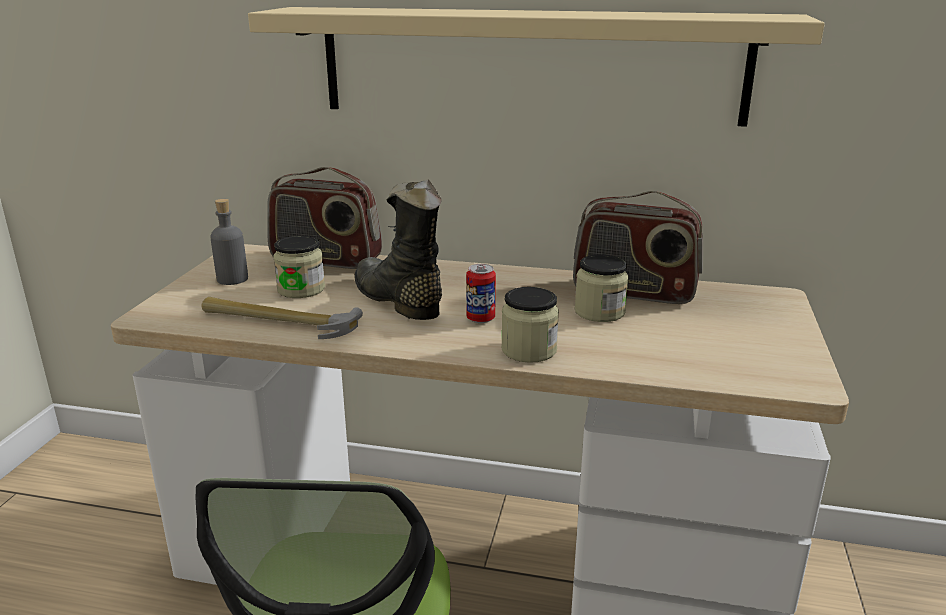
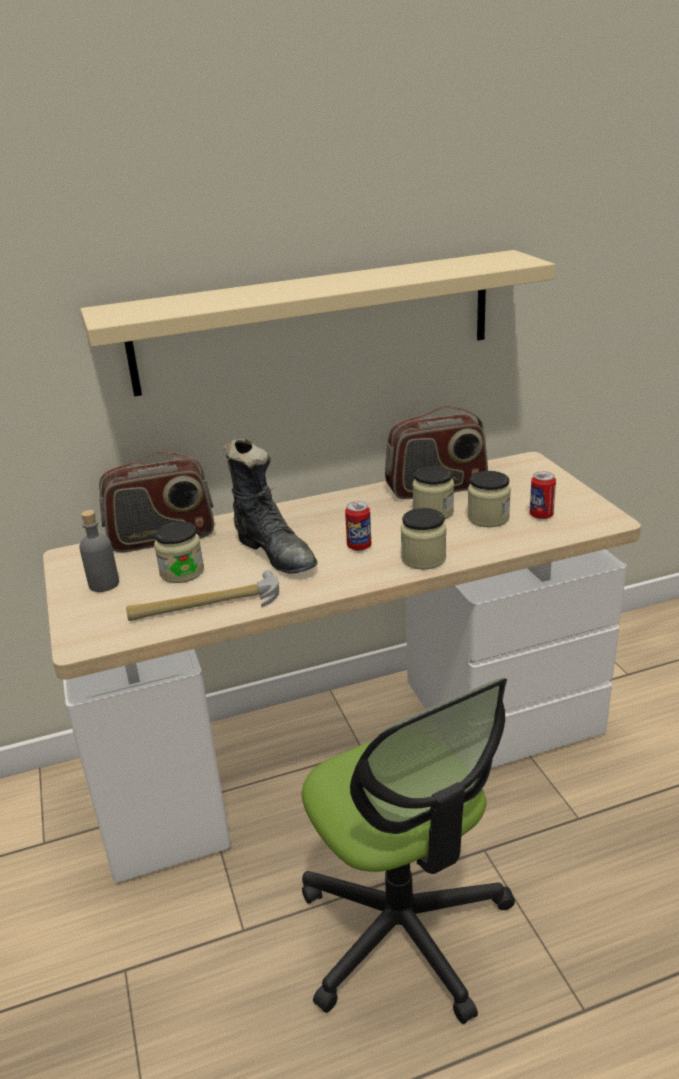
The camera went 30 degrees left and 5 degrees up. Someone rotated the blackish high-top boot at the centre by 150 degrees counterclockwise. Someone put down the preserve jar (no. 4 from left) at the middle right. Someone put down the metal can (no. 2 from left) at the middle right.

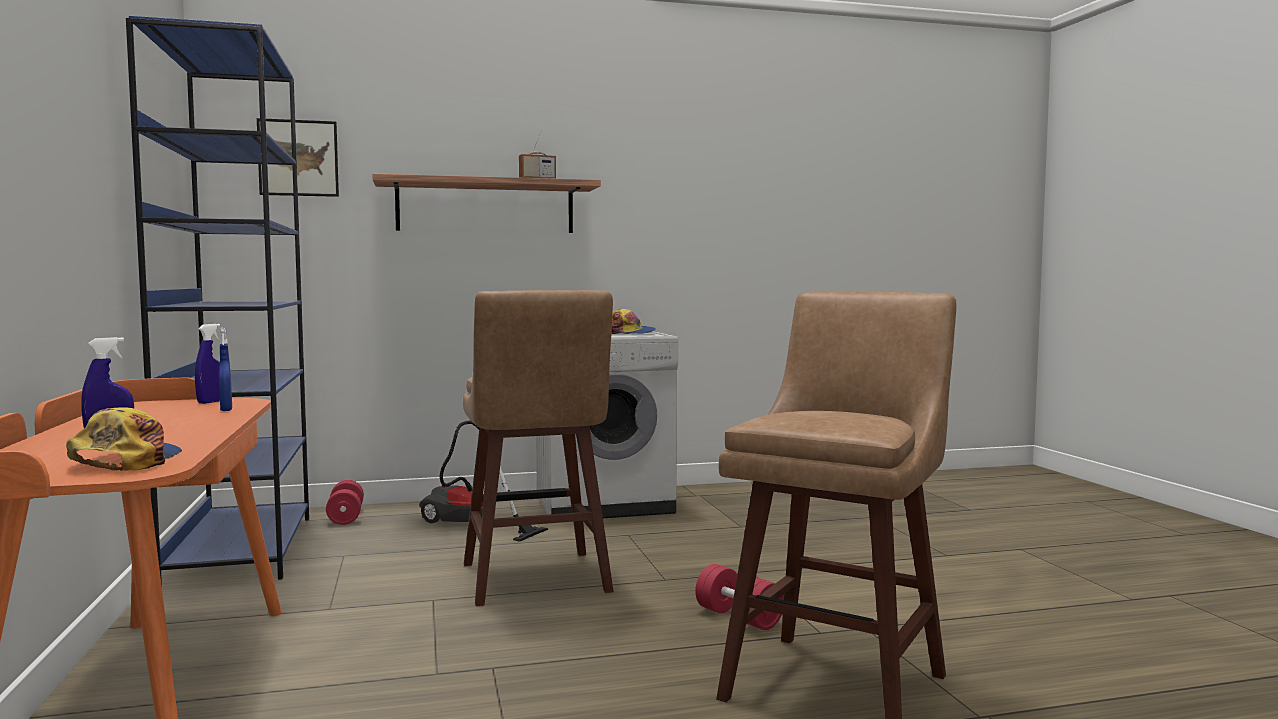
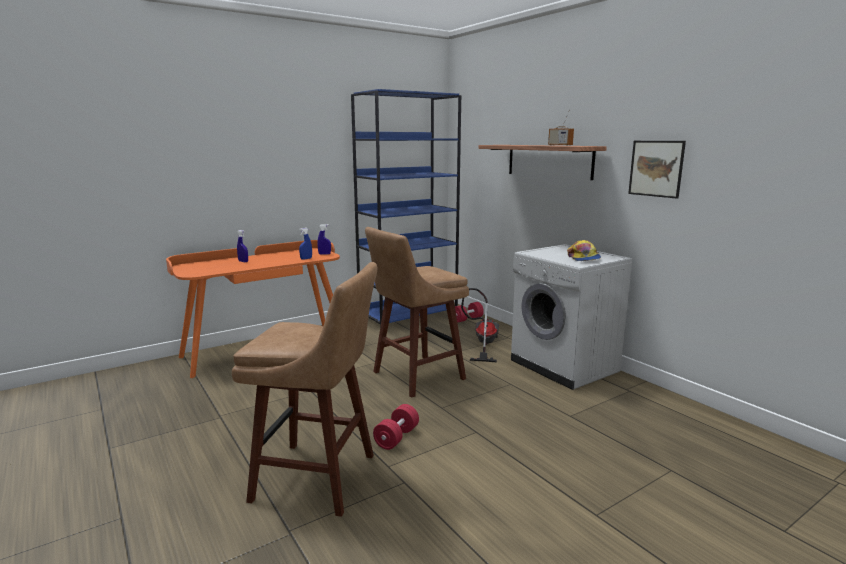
The camera went 70 degrees right and 10 degrees up. Someone carried the picture from the top left to the top right. Someone took away the peaked cap (no. 1 from left) at the middle left.

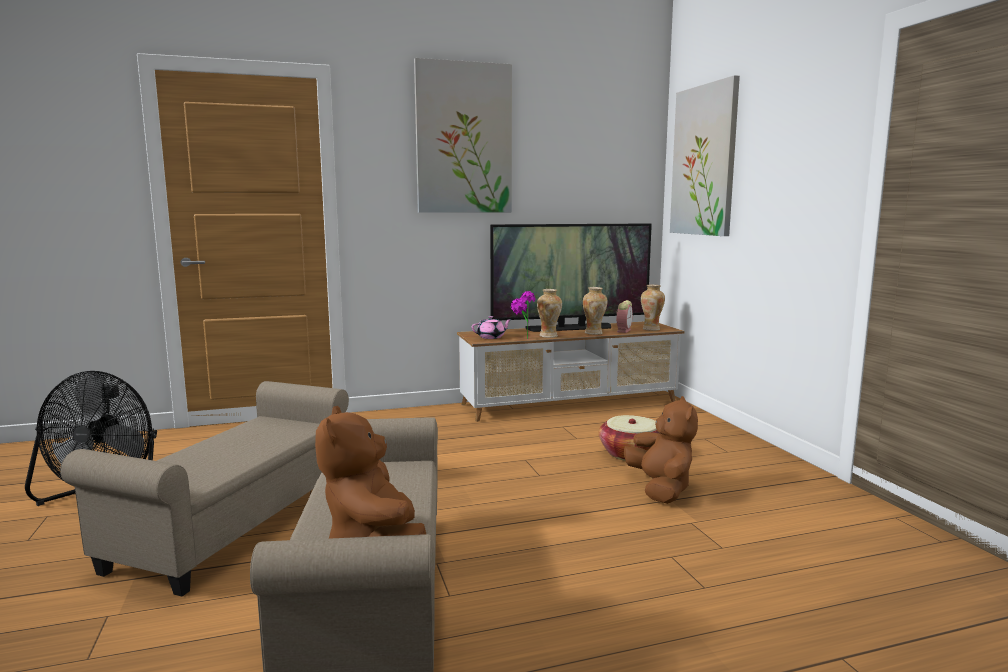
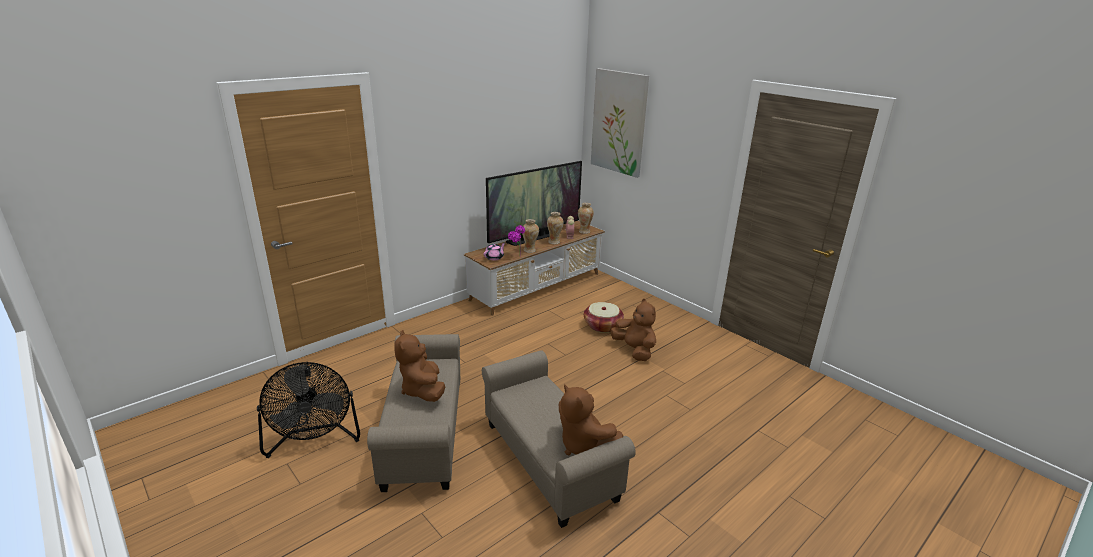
The camera went 25 degrees left and 15 degrees up. Someone put down the brown soft toy (no. 1 from left) at the centre. Someone took away the picture (no. 1 from left) at the top centre.

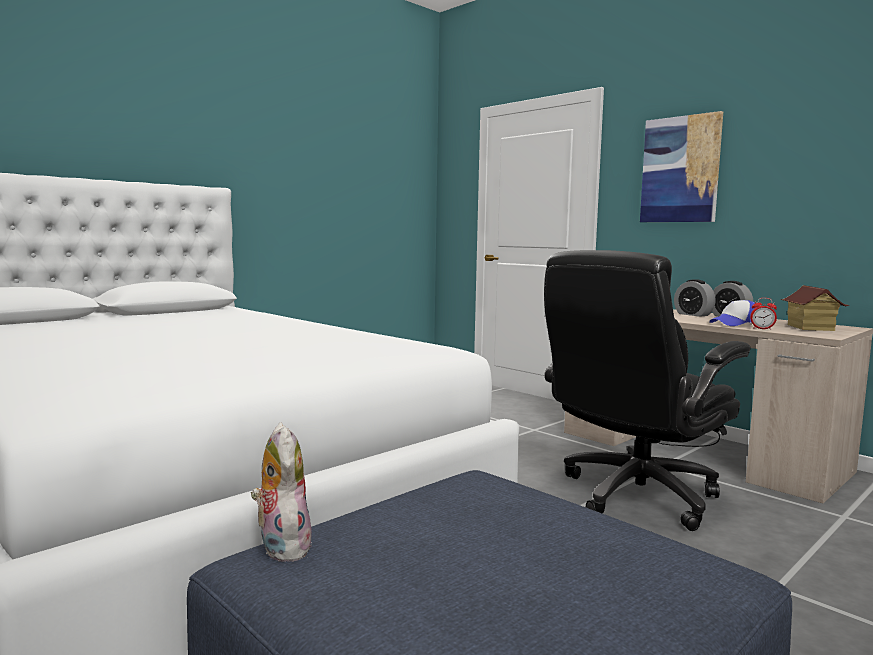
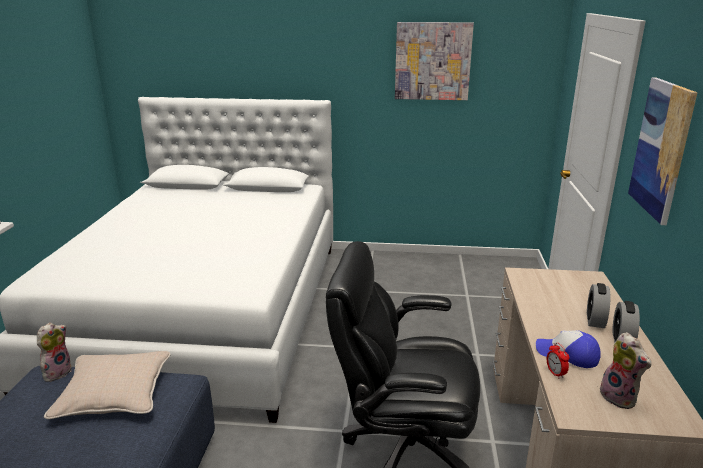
The camera went 50 degrees right and 15 degrees up. Someone put down the beige-coloured cushion at the bottom left. Someone put up the picture (no. 1 from left) at the top centre. Someone swapped the miniature house at the middle right for the soft toy (no. 2 from left) at the bottom right.

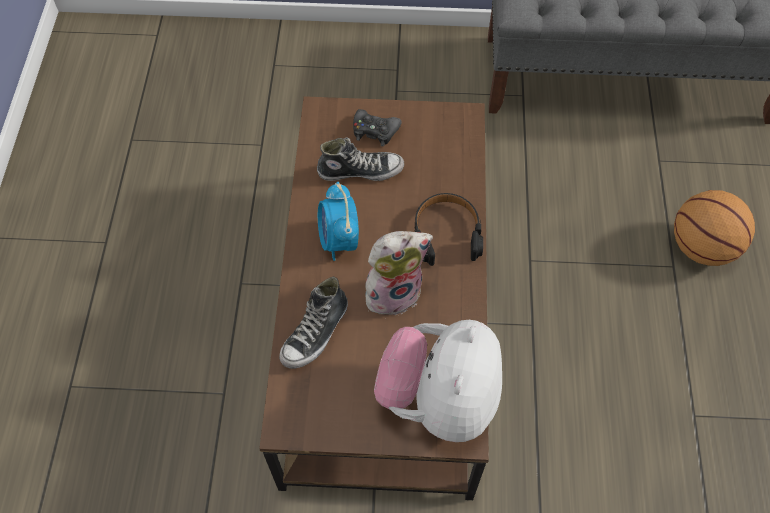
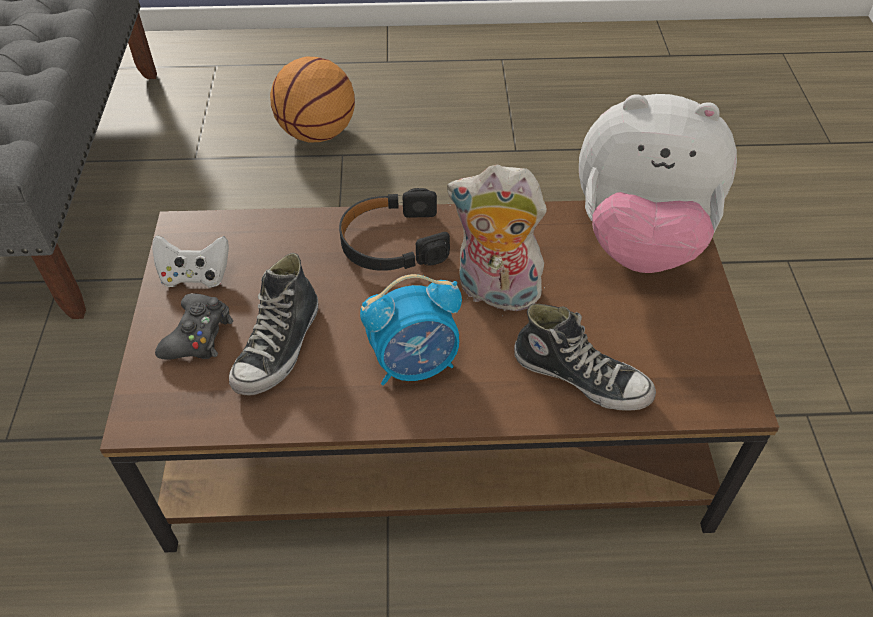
The camera went 95 degrees left and 10 degrees down. Someone put down the white-coloured gamepad at the middle left. Someone rotated the item of footwear (no. 2 from left in the first image) at the top centre by 150 degrees counterclockwise. Someone rotated the soft toy (no. 1 from left) at the centre by 45 degrees counterclockwise.

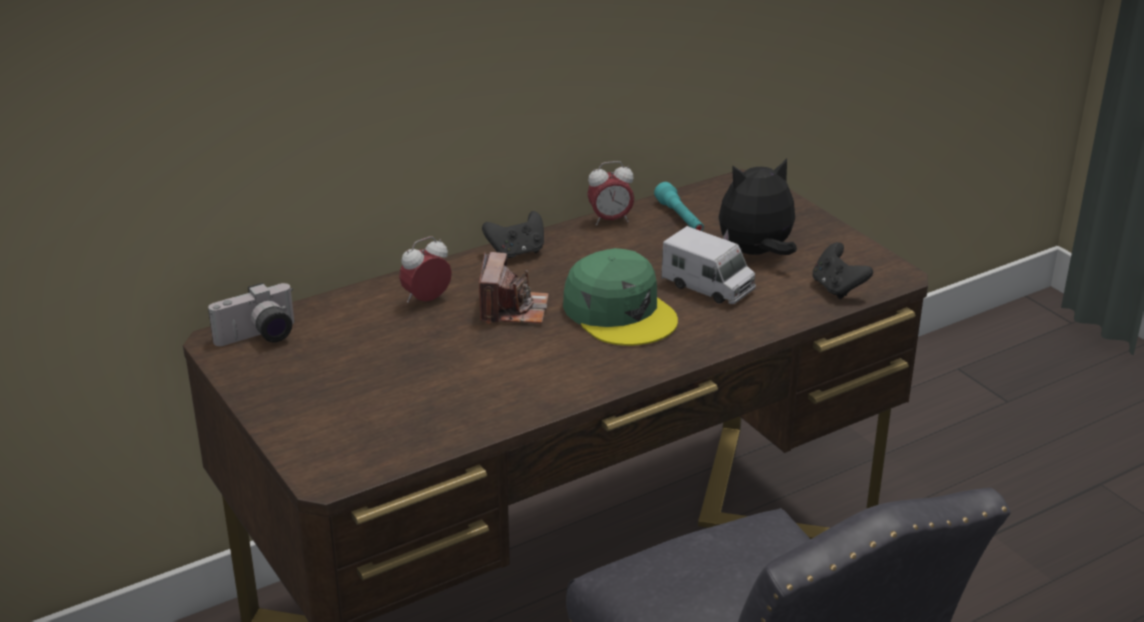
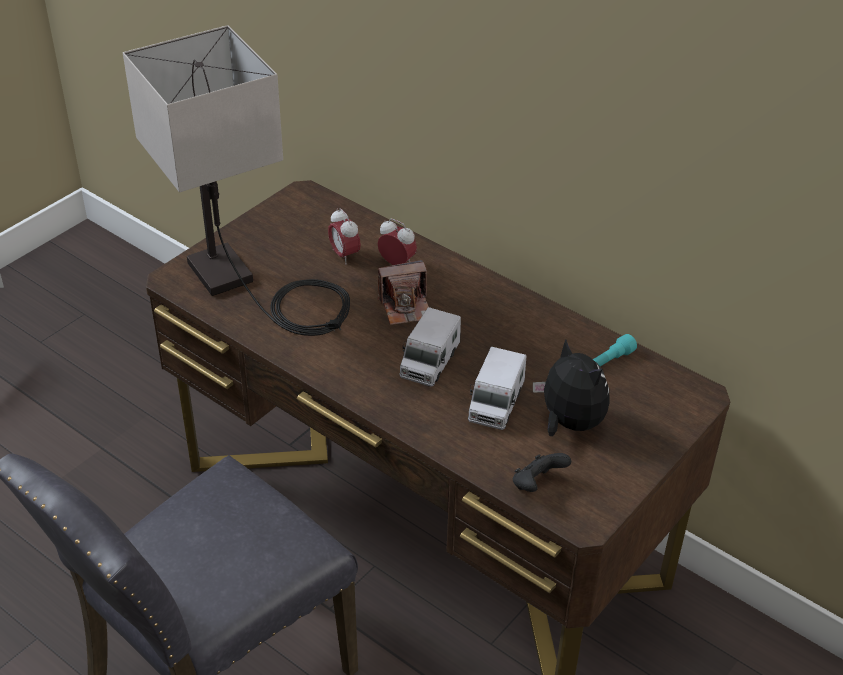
The camera went 70 degrees right and 10 degrees up. Someone put down the table lamp at the top left. Someone carried the bedside clock (no. 2 from left in the first image) from the top centre to the centre. Someone swapped the greenish peaked cap at the centre for the toy lorry (no. 1 from left) at the centre. Someone took away the photo camera (no. 1 from left) at the middle left. Someone took away the blackish gamepad (no. 1 from left) at the centre.

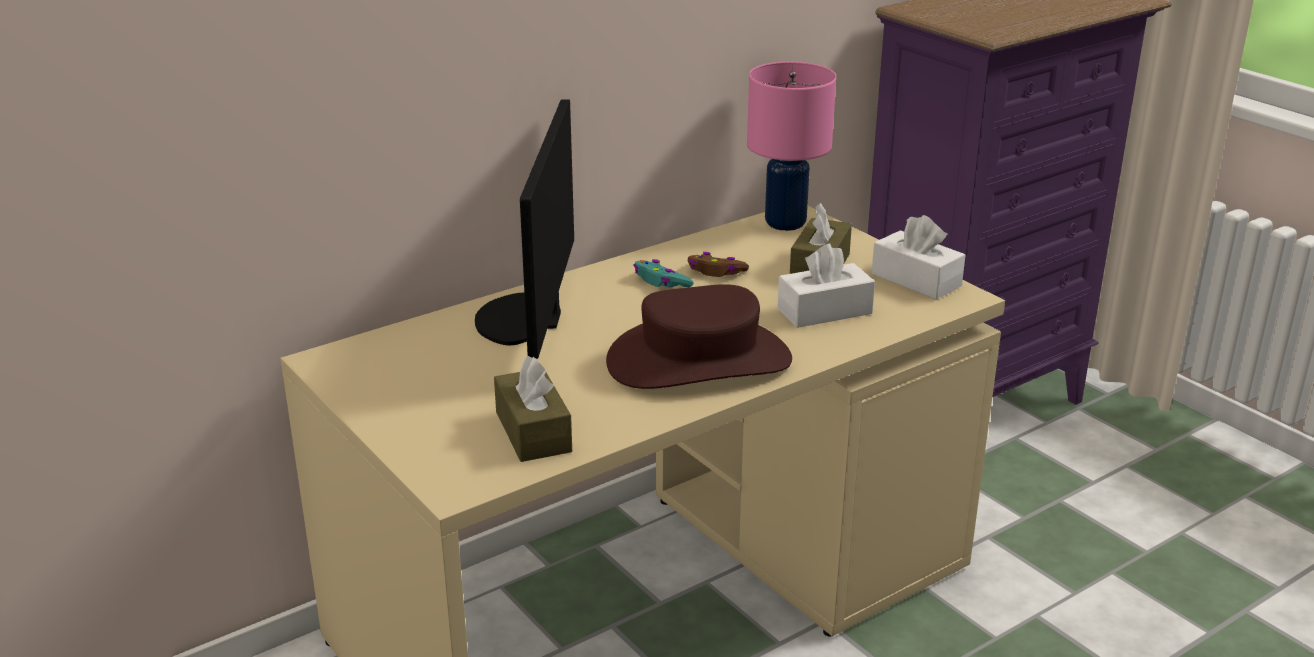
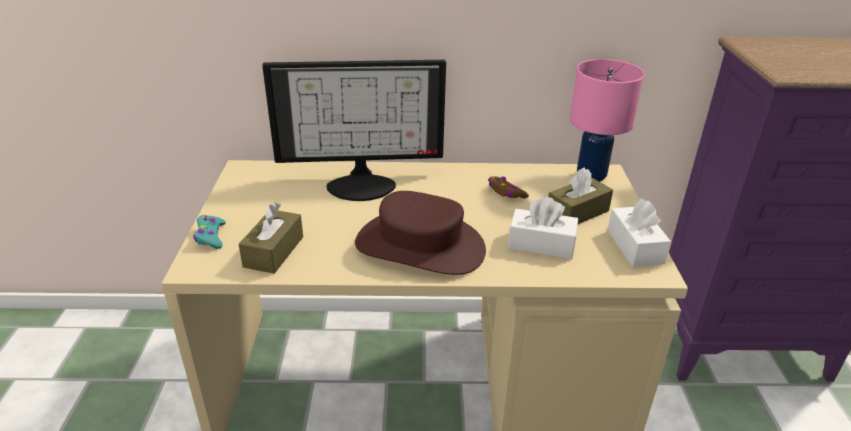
The camera went 35 degrees right and 5 degrees up. Someone carried the blue-green gamepad from the centre to the middle left. Someone rotated the computer screen at the centre by 135 degrees counterclockwise.

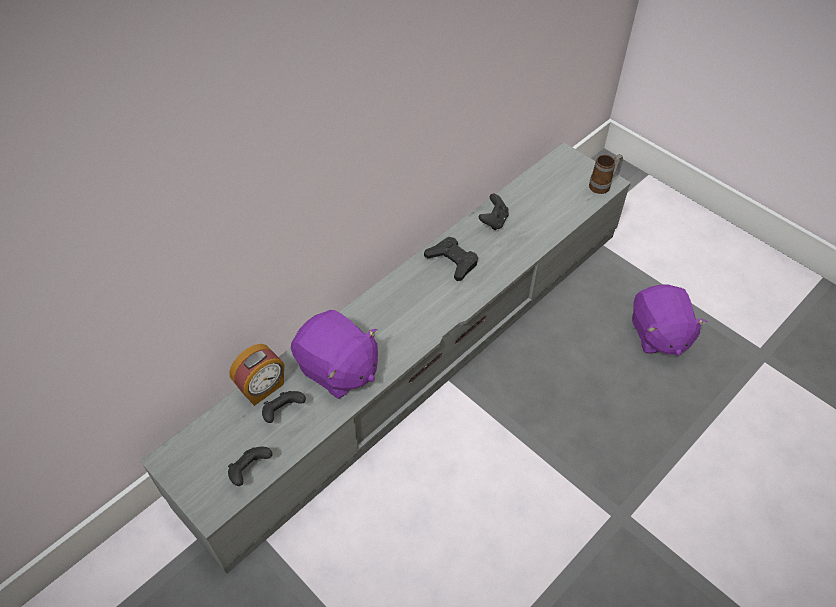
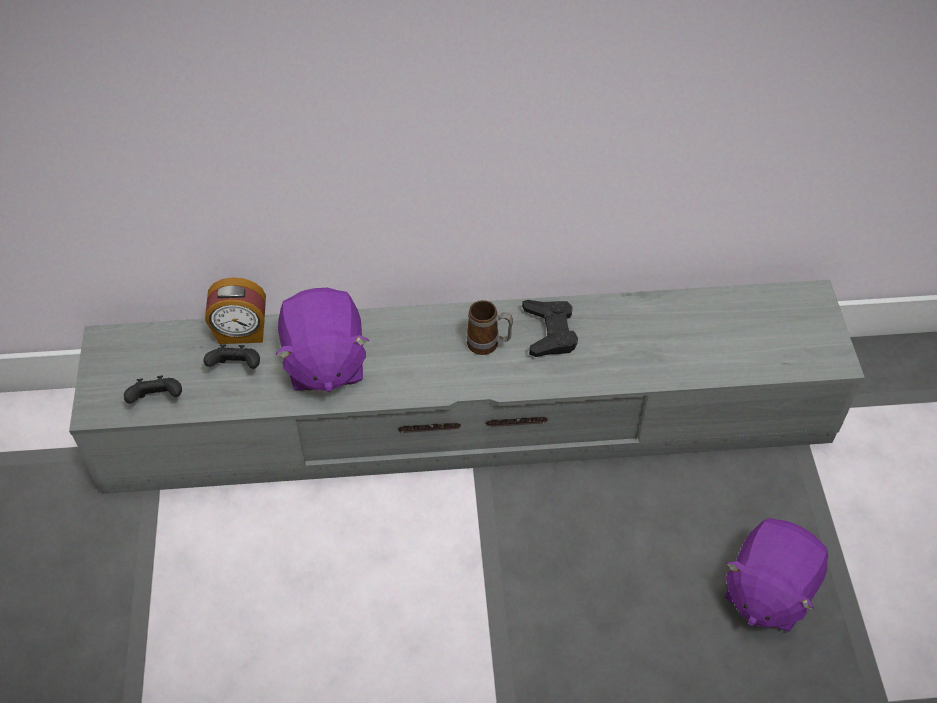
The camera went 40 degrees right and 0 degrees up. Someone carried the coffee mug from the top right to the centre. Someone took away the blackish gamepad (no. 4 from left) at the centre.

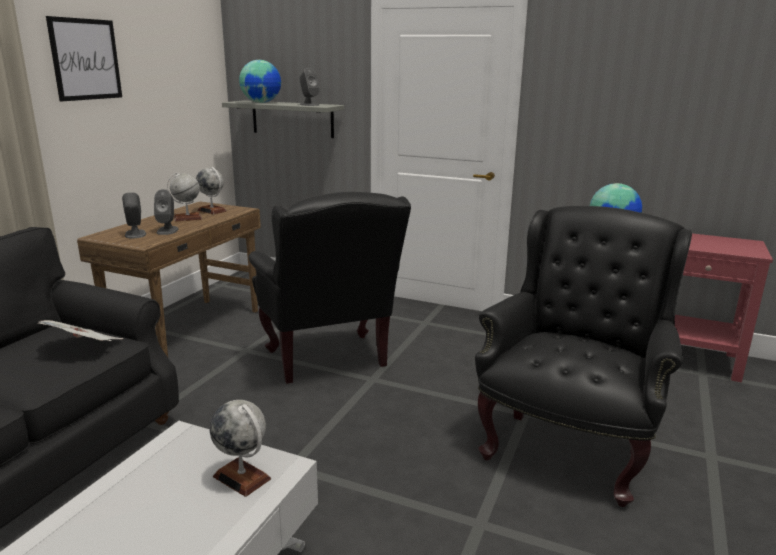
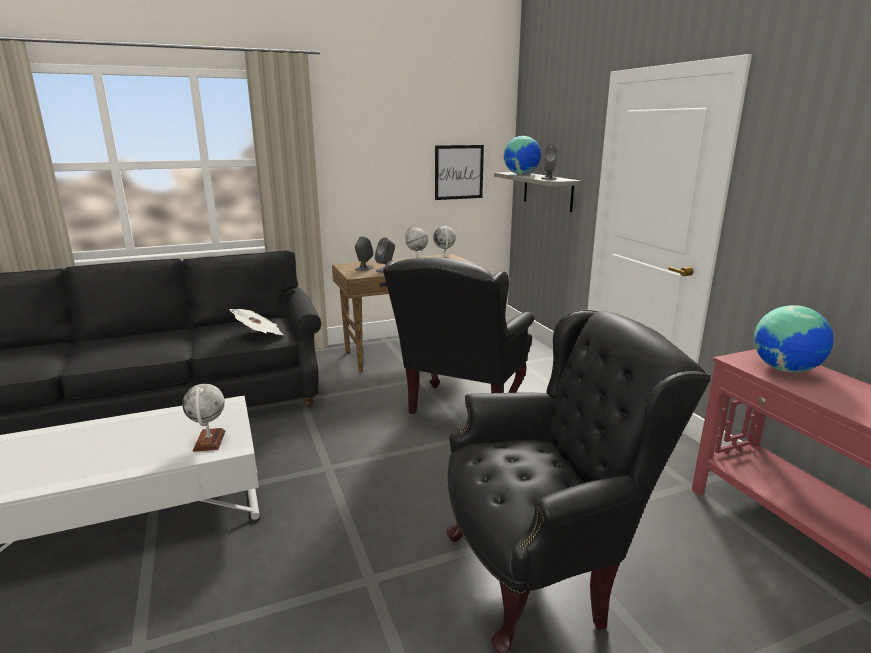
The camera went 45 degrees right and 0 degrees up. Someone carried the picture from the top left to the top centre.

